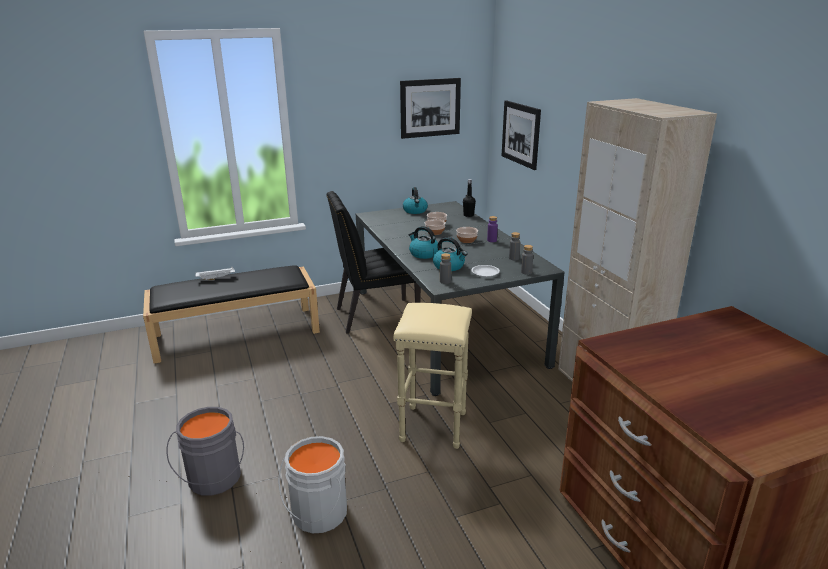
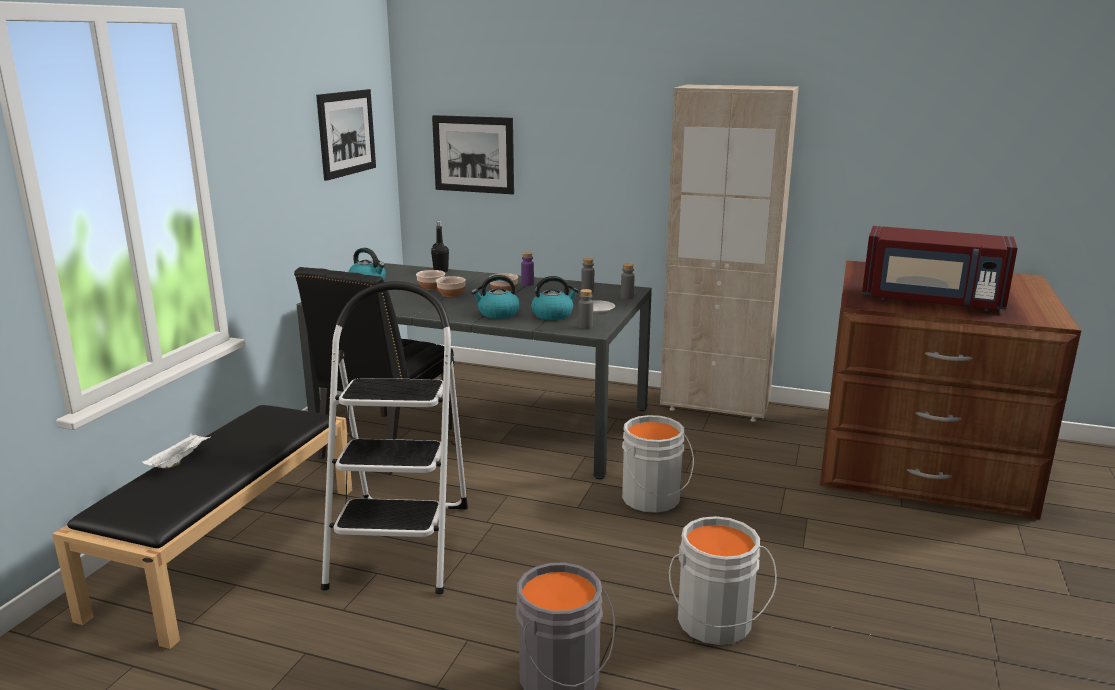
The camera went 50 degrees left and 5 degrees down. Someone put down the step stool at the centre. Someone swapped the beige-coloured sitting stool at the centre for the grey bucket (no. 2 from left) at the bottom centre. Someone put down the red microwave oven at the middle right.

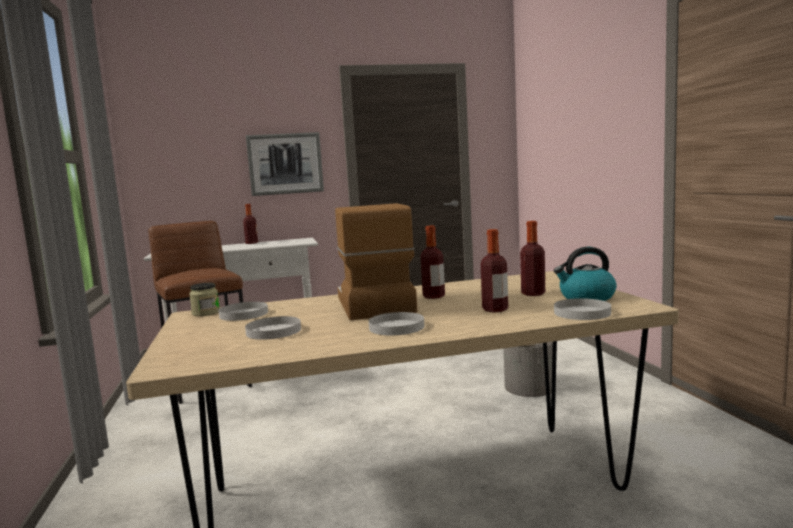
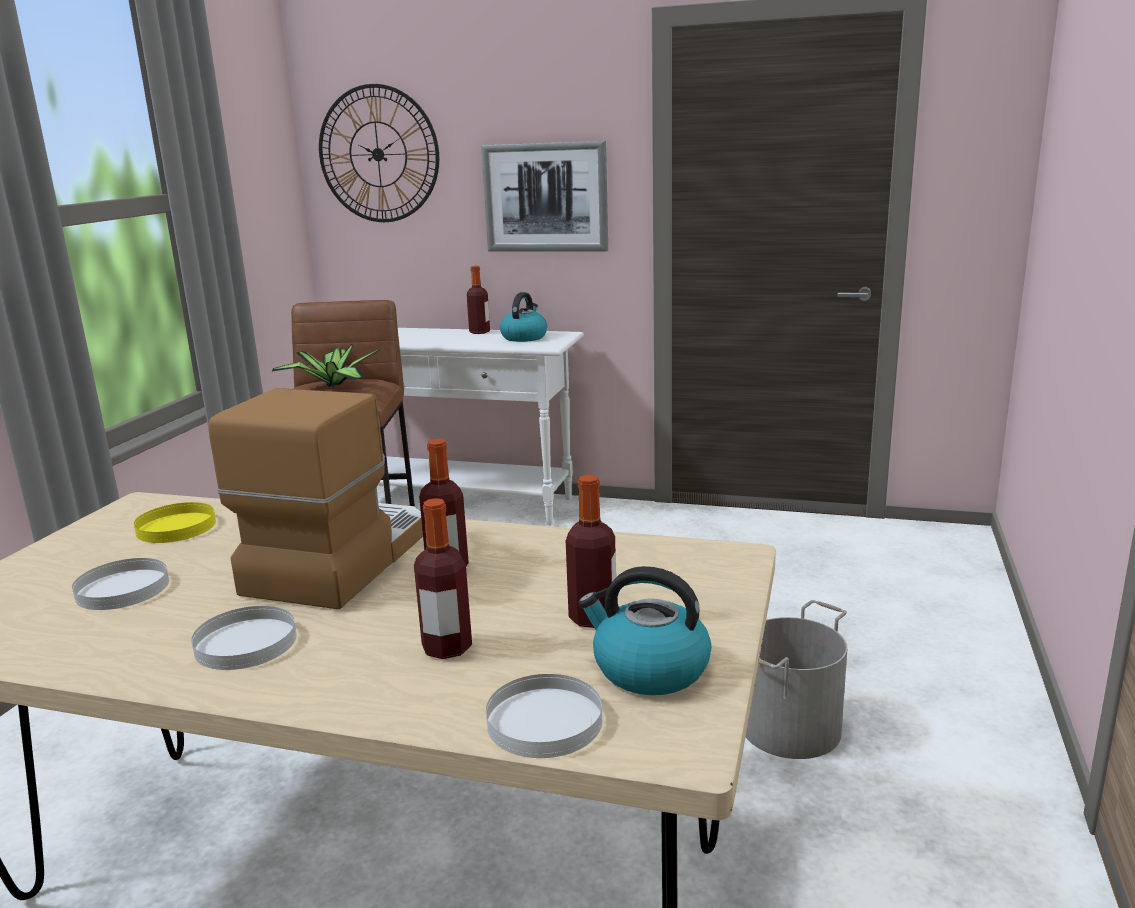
The camera went 30 degrees right and 10 degrees up. Someone repainted the white-coloured plate (no. 1 from left) at the middle left, which became the yellowish plate at the middle left. Someone put down the houseplant at the middle left. Someone put up the clock on the wall at the top centre. Someone put down the water kettle (no. 1 from left) at the centre. Someone took away the preserve jar at the middle left.

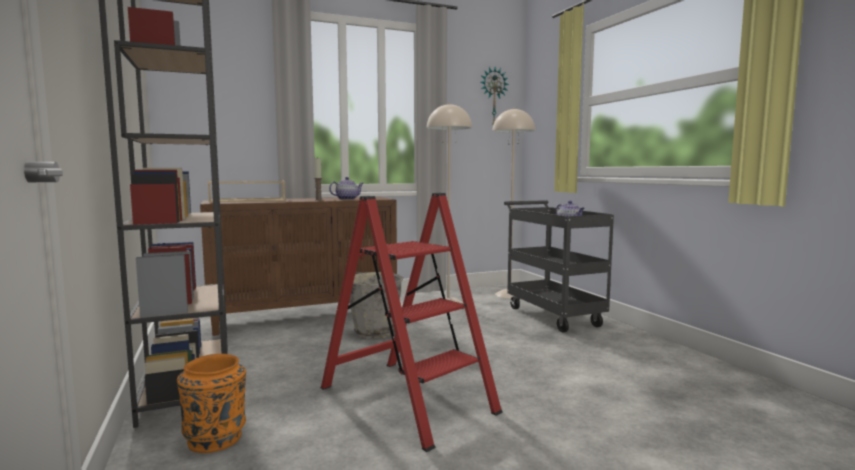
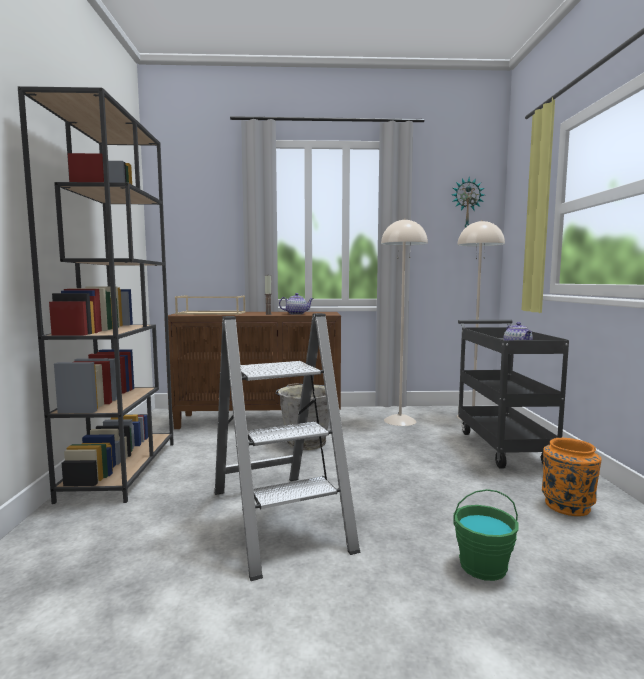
The camera went 20 degrees right and 0 degrees up. Someone repainted the red step stool at the bottom centre, which became the grey step stool at the centre. Someone put down the greenish bucket at the bottom right. Someone carried the orange-coloured vase from the bottom left to the bottom right.

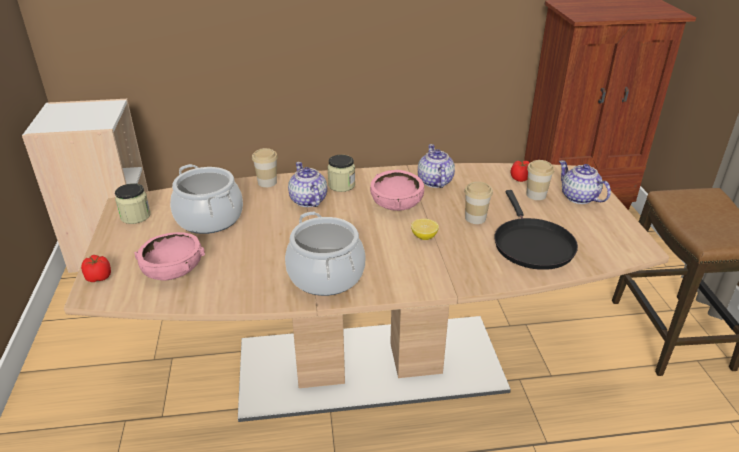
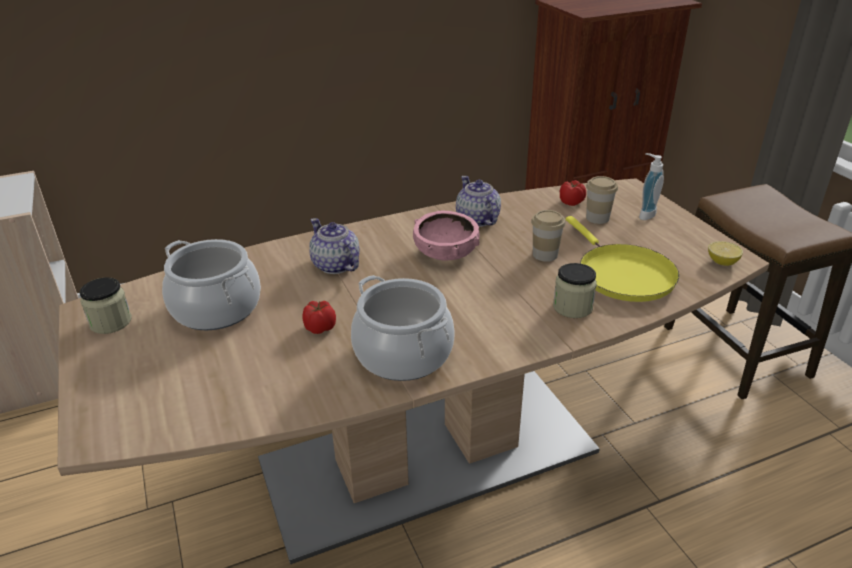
The camera went 15 degrees left and 0 degrees up. Someone carried the fresh tomato (no. 1 from left) from the middle left to the centre. Someone carried the preserve jar (no. 2 from left) from the centre to the middle right. Someone repainted the blackish pan at the middle right, which became the yellowish pan at the middle right. Someone swapped the pot for tea (no. 3 from left) at the middle right for the liquid soap bottle at the top right. Someone carried the lemon from the centre to the middle right. Someone took away the pink-coloured bowl (no. 1 from left) at the middle left. Someone took away the small cup (no. 1 from left) at the centre.

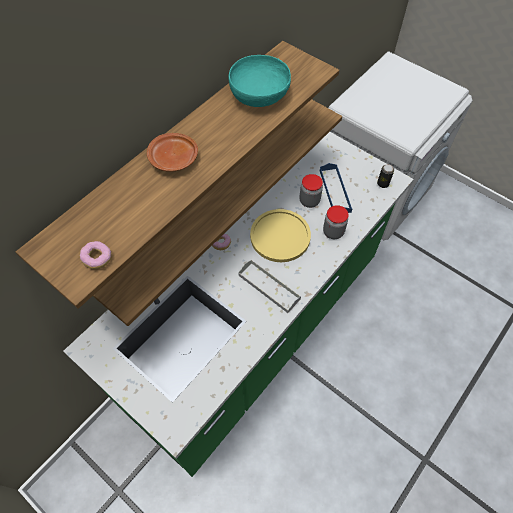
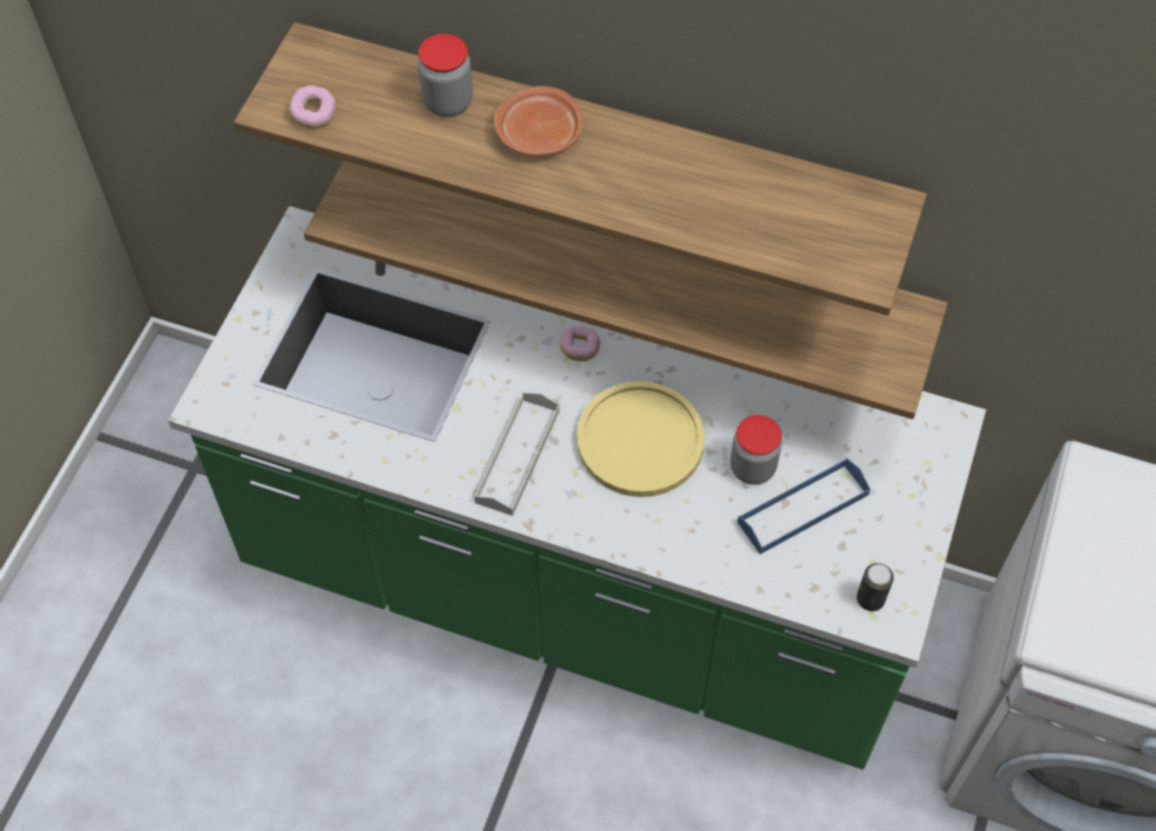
The camera went 70 degrees right and 0 degrees up. Someone carried the preserve jar (no. 2 from left in the first image) from the centre to the top centre. Someone took away the blue-green bowl at the top centre.

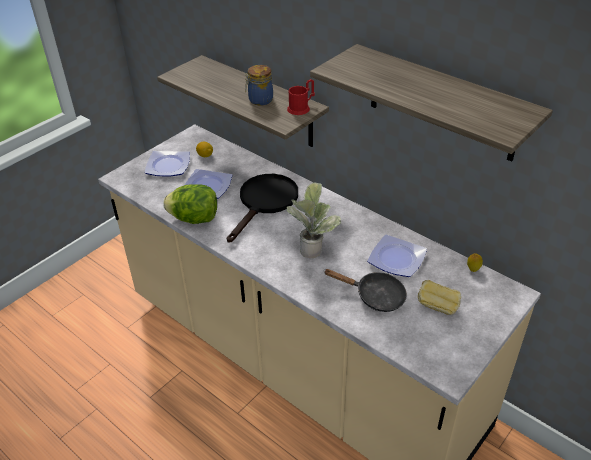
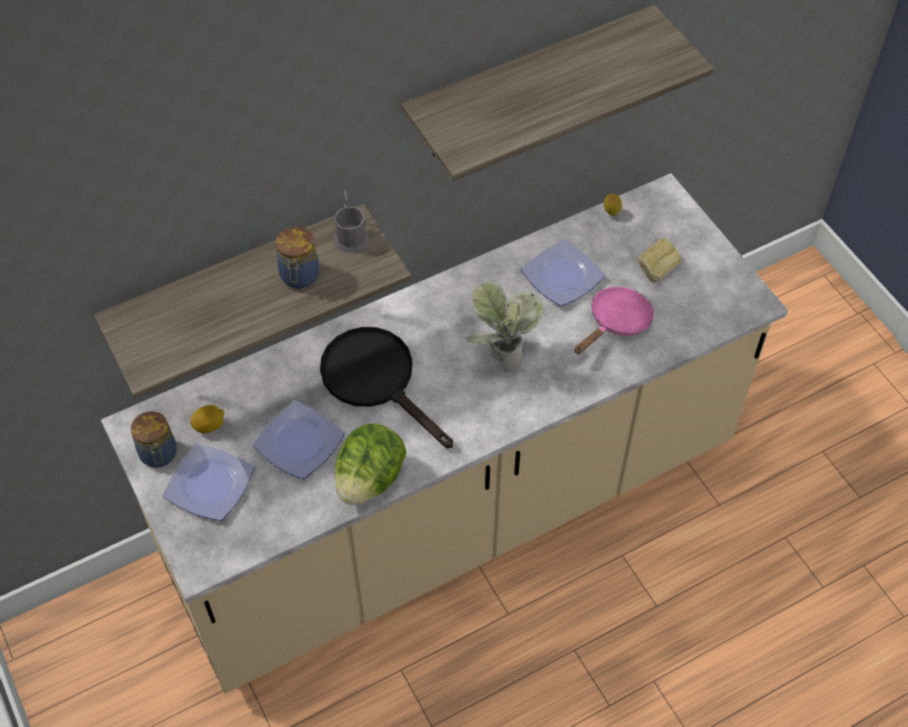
The camera went 70 degrees left and 15 degrees up. Someone put down the preserve jar (no. 1 from left) at the middle left. Someone repainted the red coffee mug at the top centre, which became the grey coffee mug at the top centre. Someone repainted the blackish pan (no. 2 from left) at the centre, which became the pink-coloured pan at the middle right.

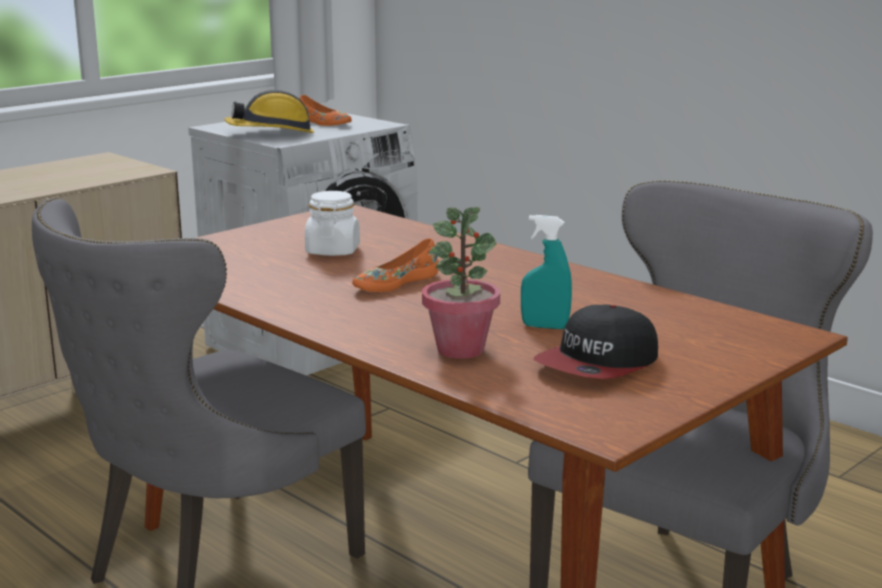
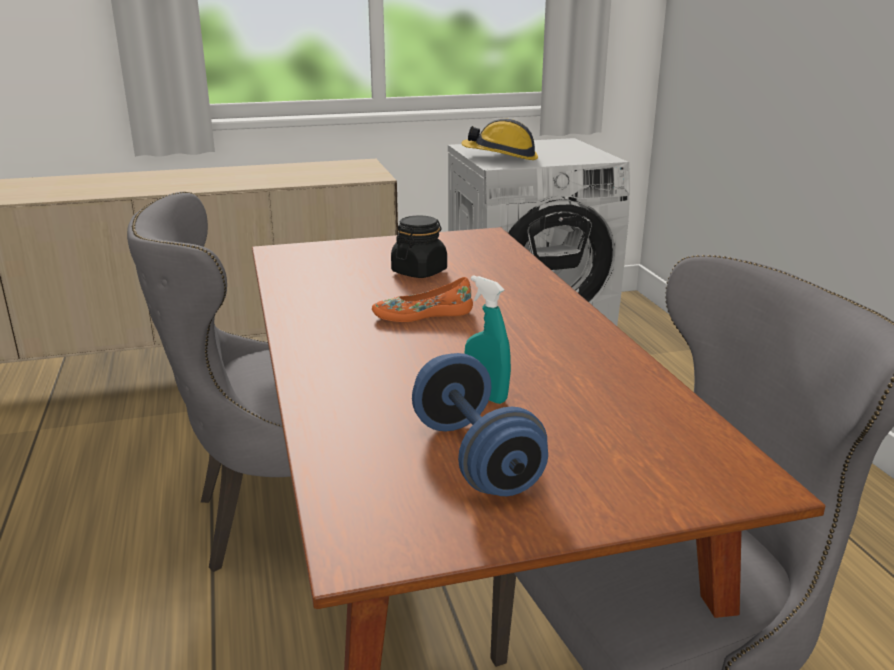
The camera went 30 degrees right and 5 degrees up. Someone repainted the white-coloured preserve jar at the centre, which became the blackish preserve jar at the centre. Someone swapped the peaked cap at the middle right for the blue free weight at the centre. Someone took away the orange-coloured item of footwear (no. 1 from left) at the top centre. Someone took away the houseplant at the centre.

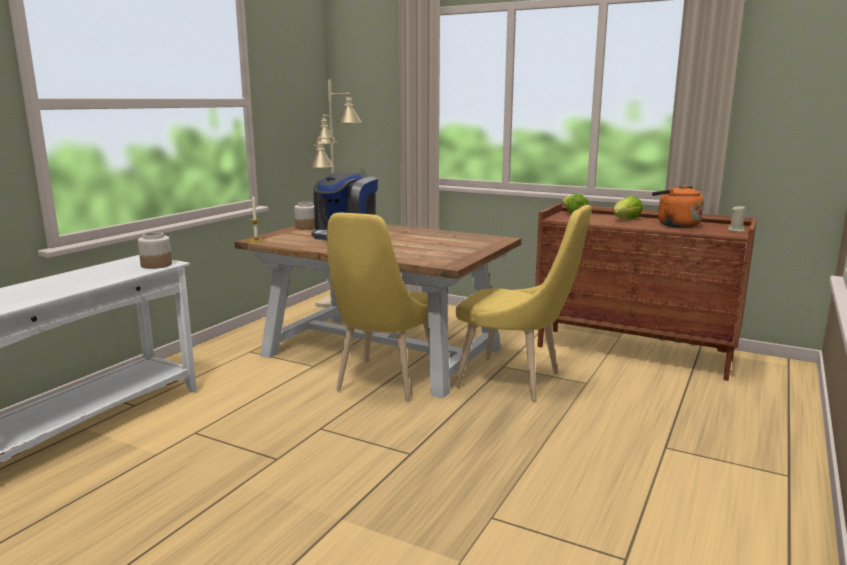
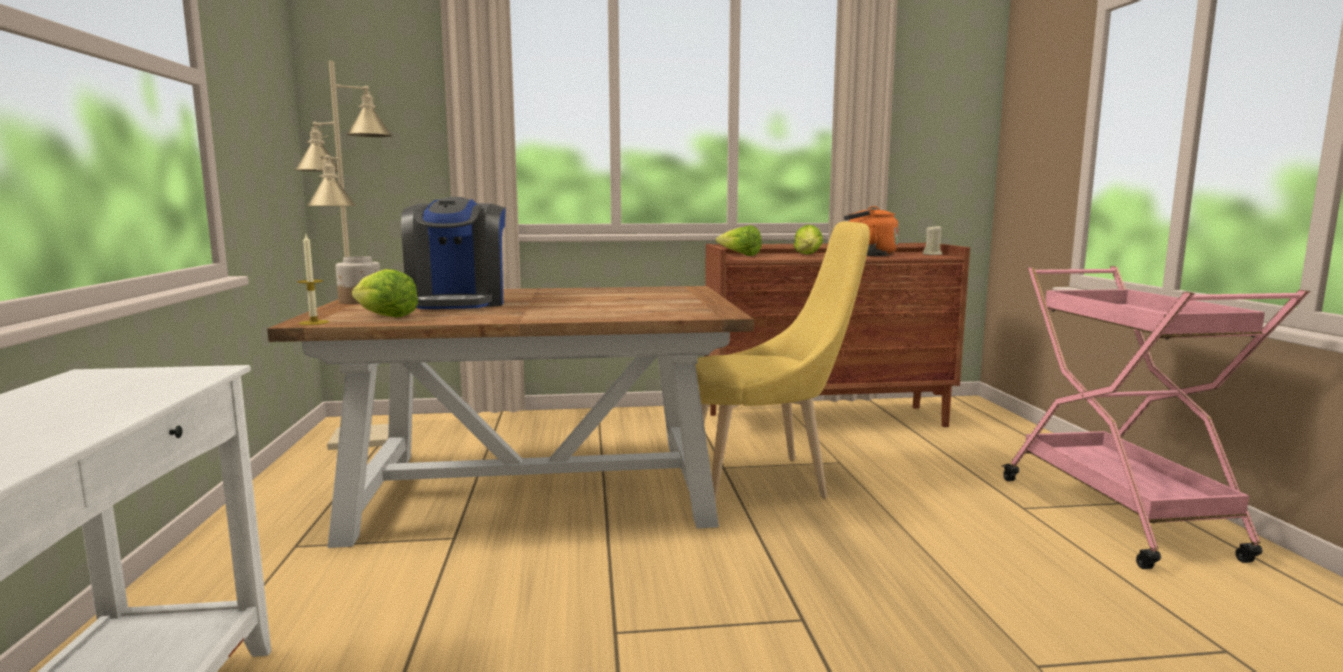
The camera went 35 degrees left and 5 degrees down. Someone put down the lettuce (no. 1 from left) at the middle left. Someone put down the pink-coloured cart at the middle right. Someone took away the preserve jar (no. 1 from left) at the middle left. Someone took away the yellowish plain chair (no. 1 from left) at the centre.

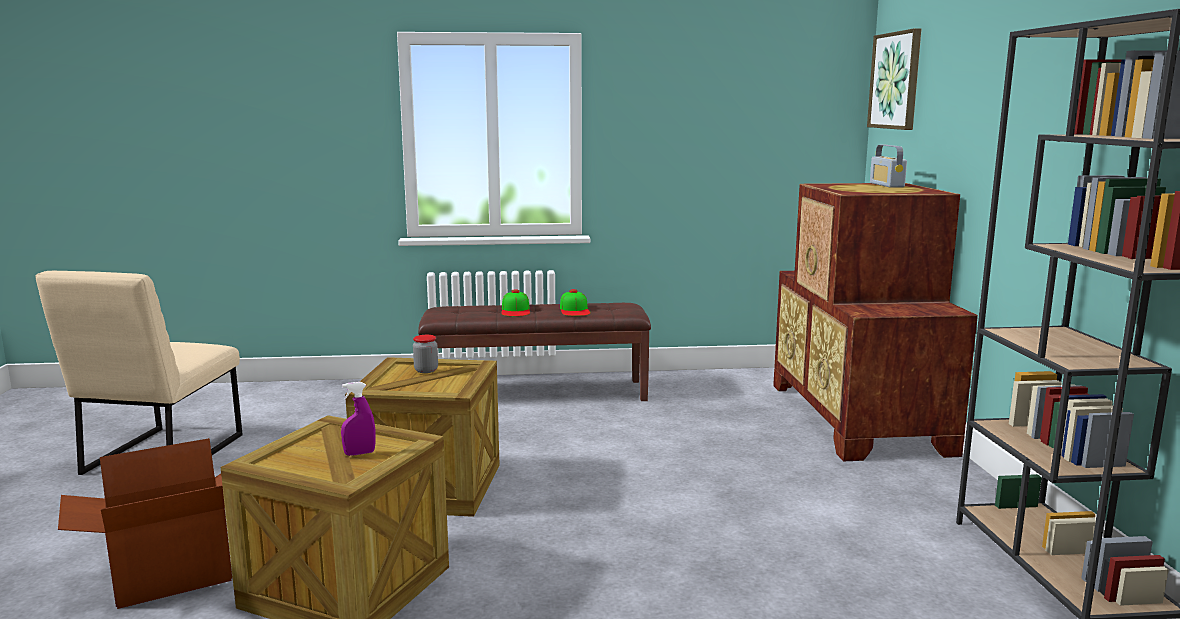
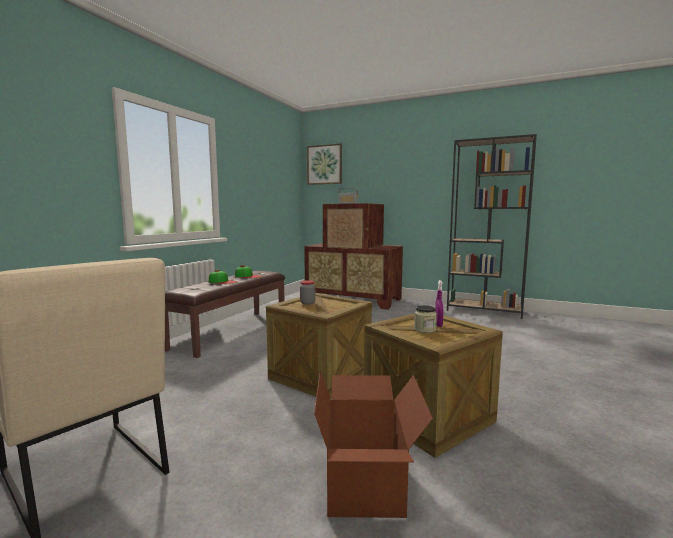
The camera went 60 degrees left and 5 degrees down. Someone put down the preserve jar (no. 2 from left) at the centre.

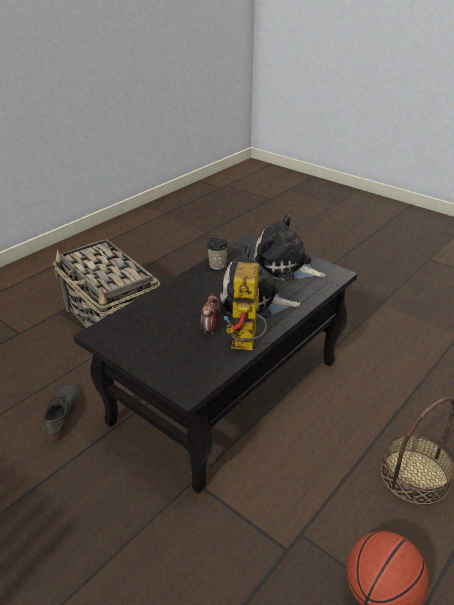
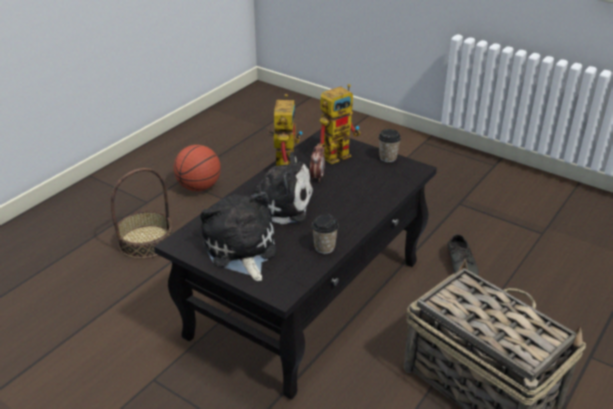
The camera went 175 degrees right and 0 degrees up. Someone rotated the soft toy (no. 2 from left in the first image) at the centre by 135 degrees counterclockwise. Someone put down the toy robot (no. 2 from left) at the top centre. Someone put down the small cup (no. 2 from left) at the centre.

